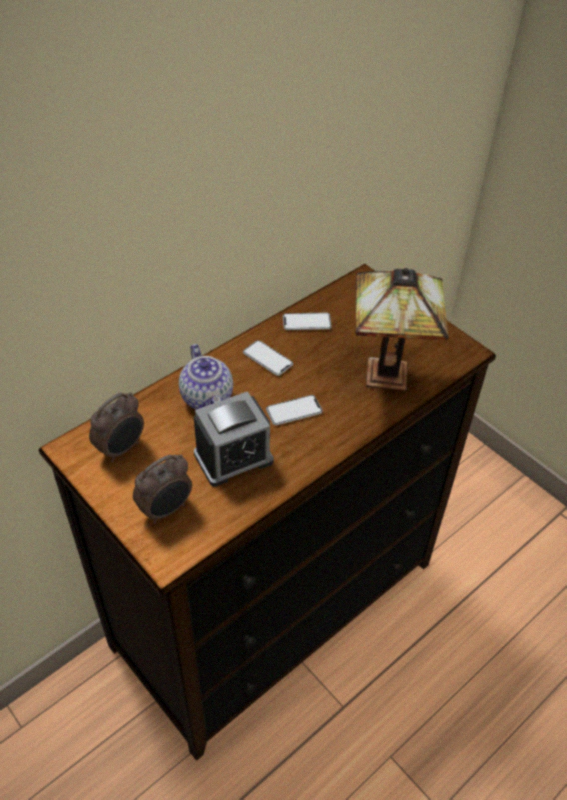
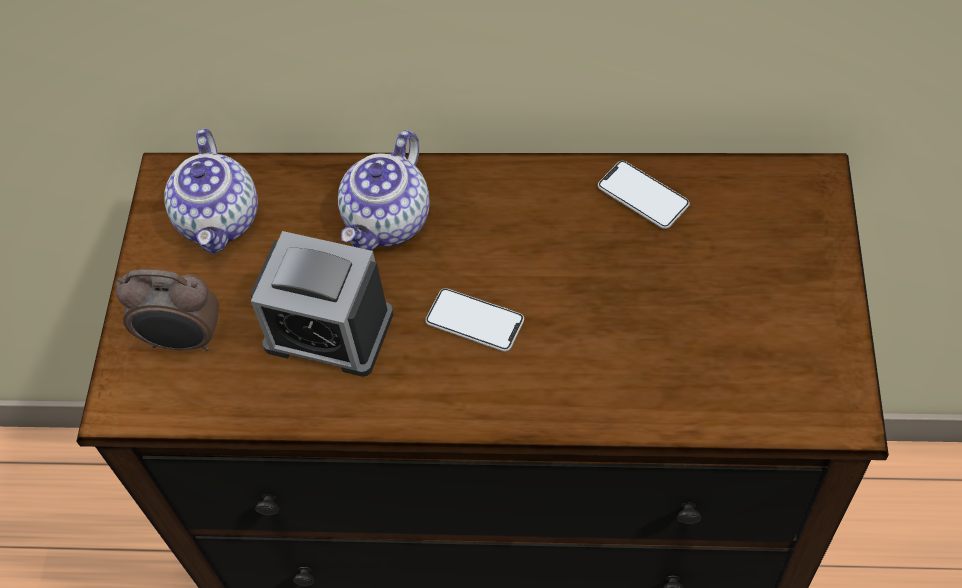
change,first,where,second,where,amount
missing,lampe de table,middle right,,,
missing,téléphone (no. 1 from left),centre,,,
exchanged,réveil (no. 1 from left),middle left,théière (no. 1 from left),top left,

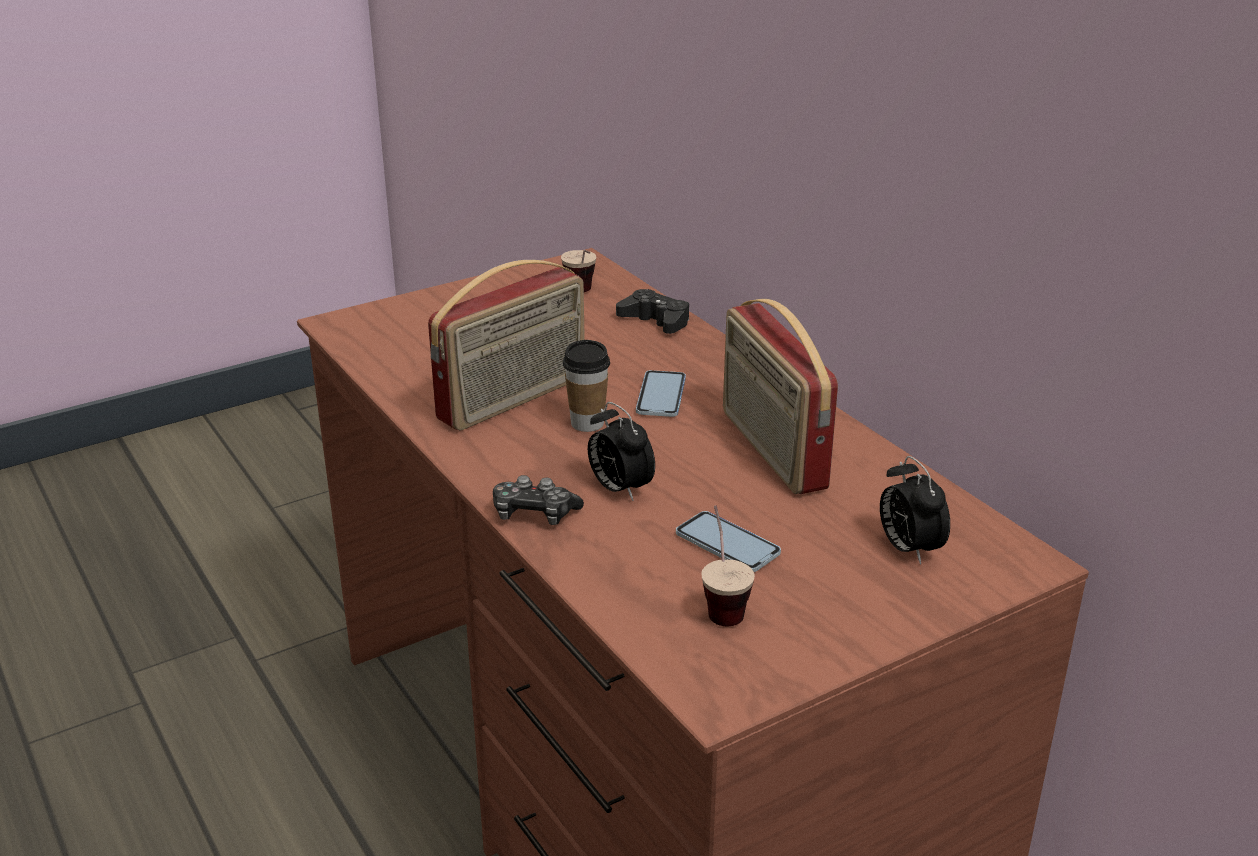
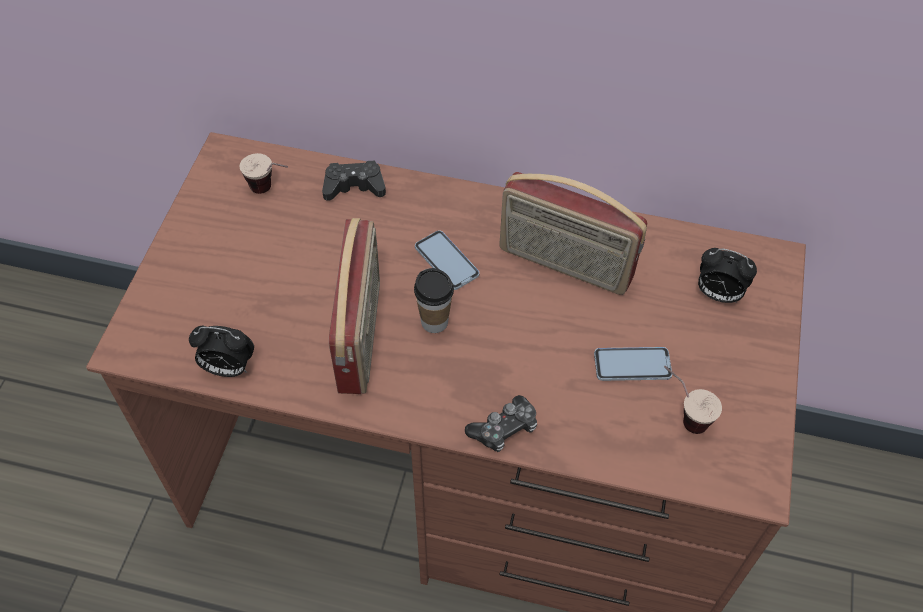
change,first,where,second,where,amount
relocated,réveil (no. 1 from left),centre,,middle left,

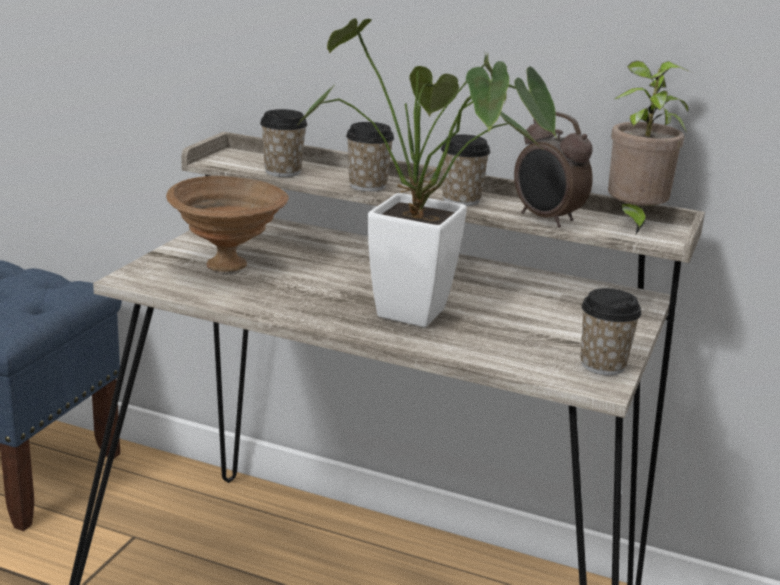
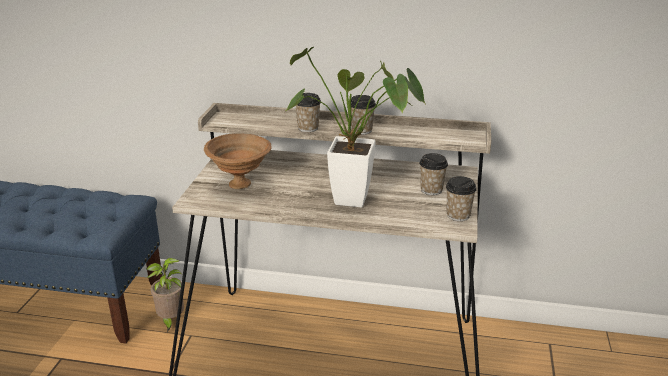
change,first,where,second,where,amount
relocated,plante en pot (no. 2 from left in the first image),top right,plante en pot (no. 1 from left),bottom left,
relocated,tasse (no. 1 from left in the first image),top centre,tasse (no. 3 from left),centre,
missing,réveil,top right,,,

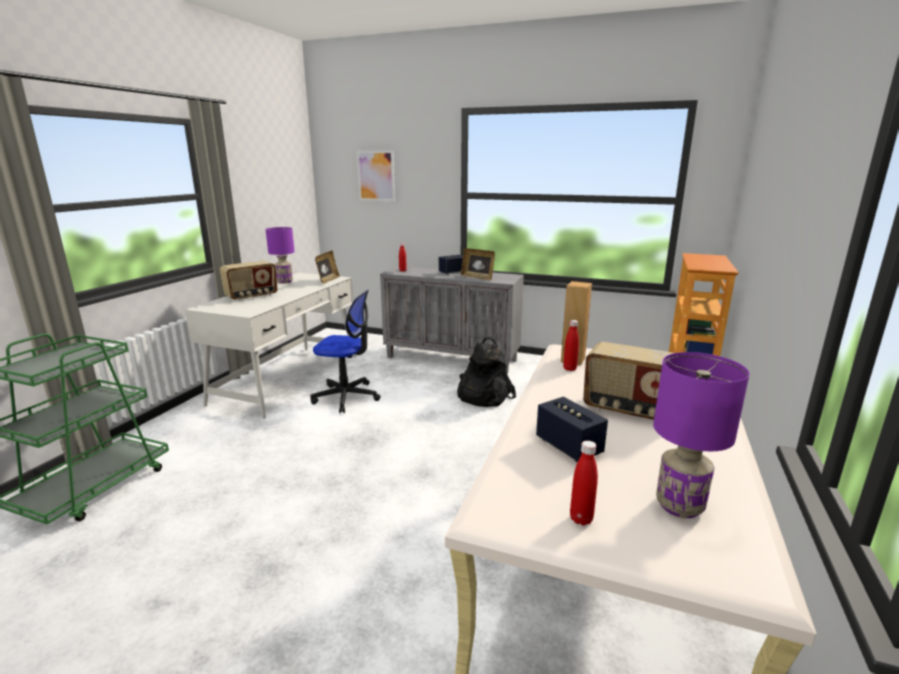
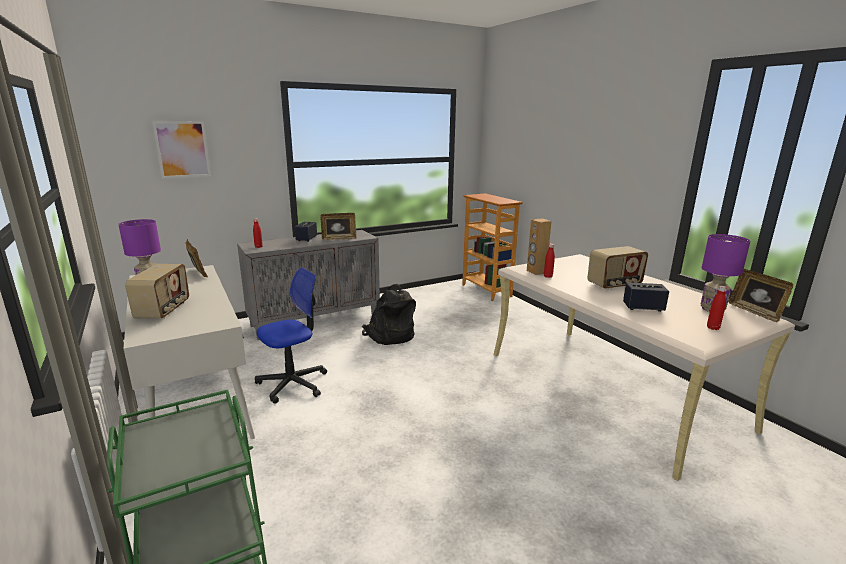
change,first,where,second,where,amount
appeared,,,cadre photo (no. 3 from left),middle right,

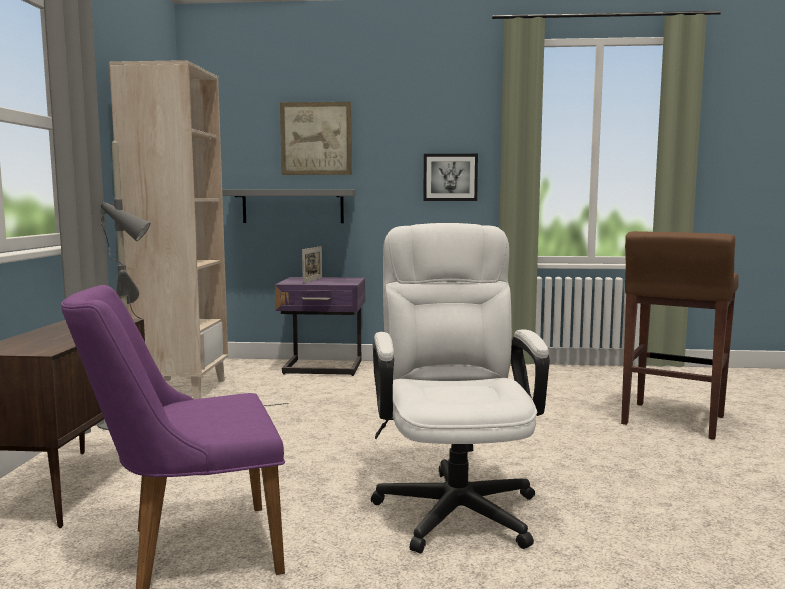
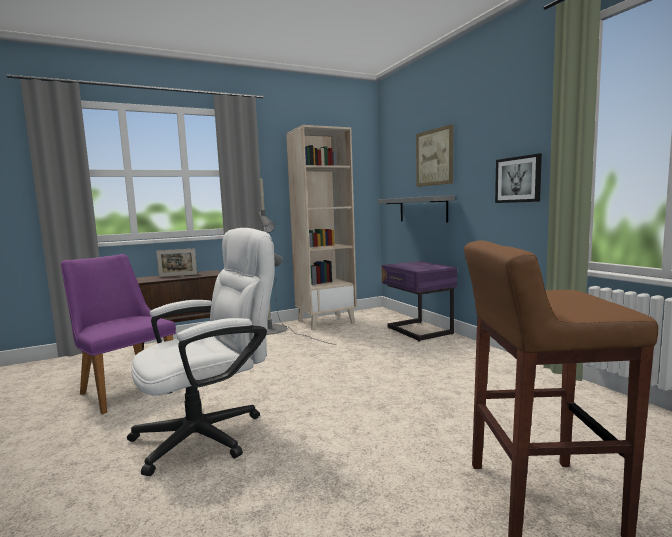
change,first,where,second,where,amount
relocated,cadre photo,centre,,middle left,

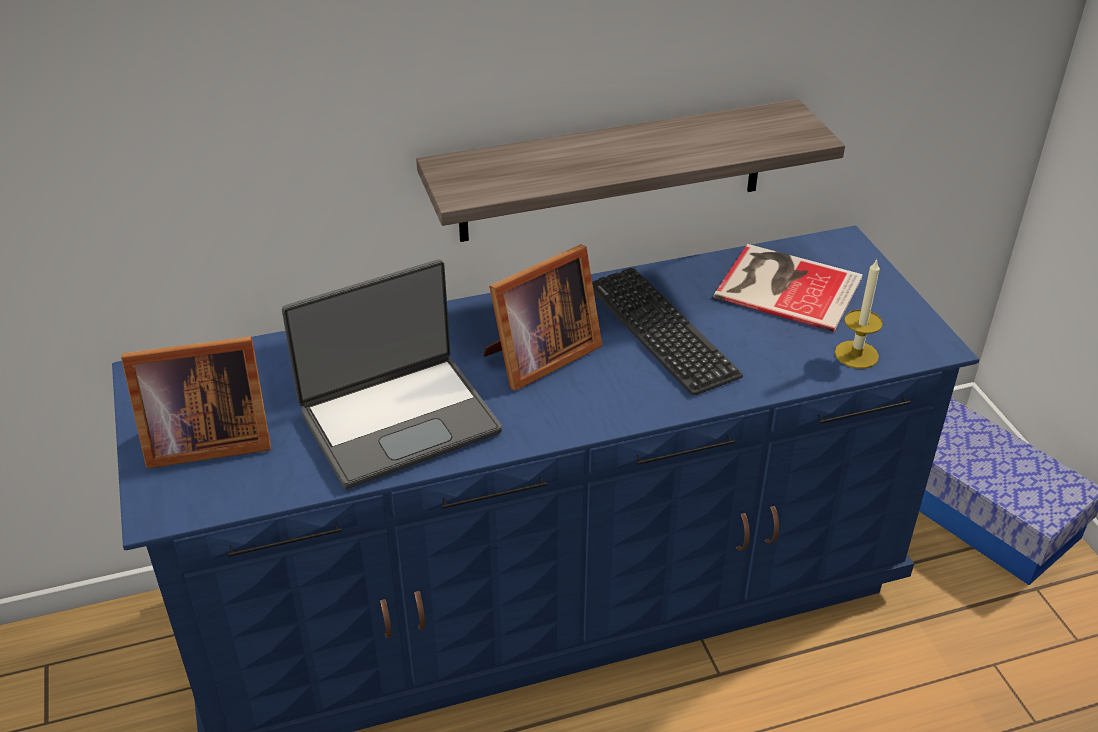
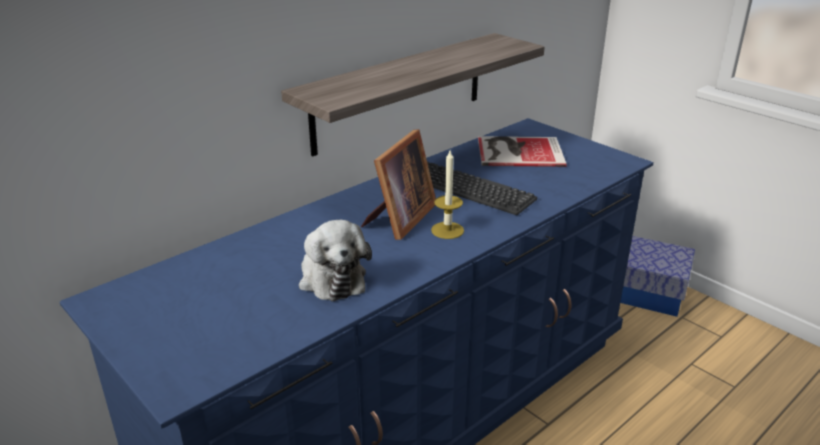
change,first,where,second,where,amount
relocated,bougie,middle right,,centre,
exchanged,ordinateur portable,centre,peluche,centre,
missing,cadre photo (no. 1 from left),middle left,,,

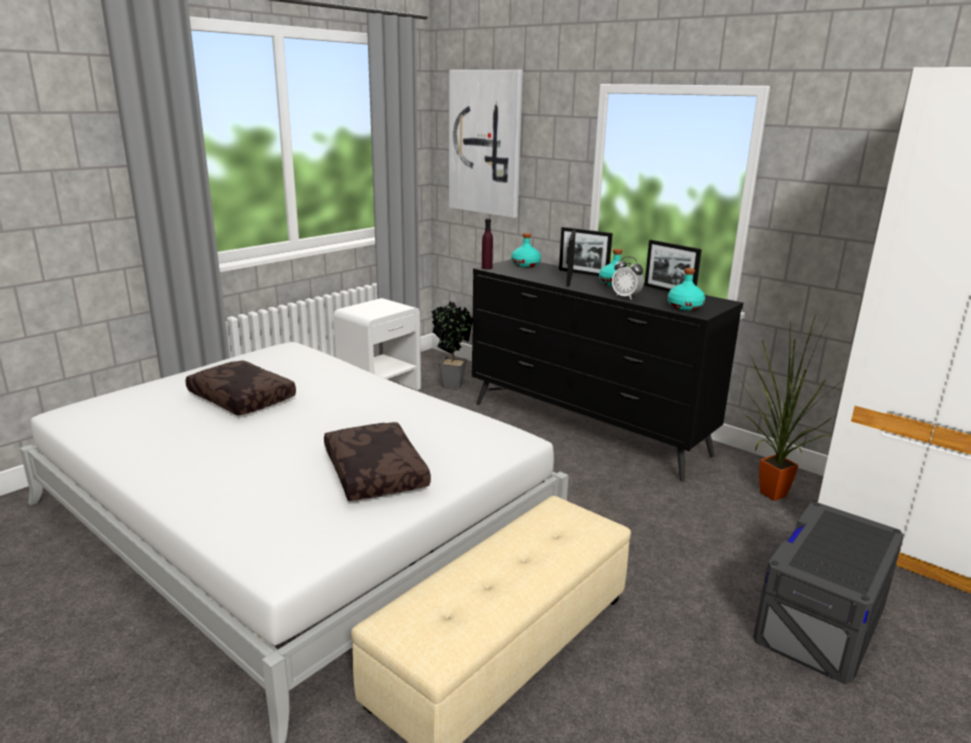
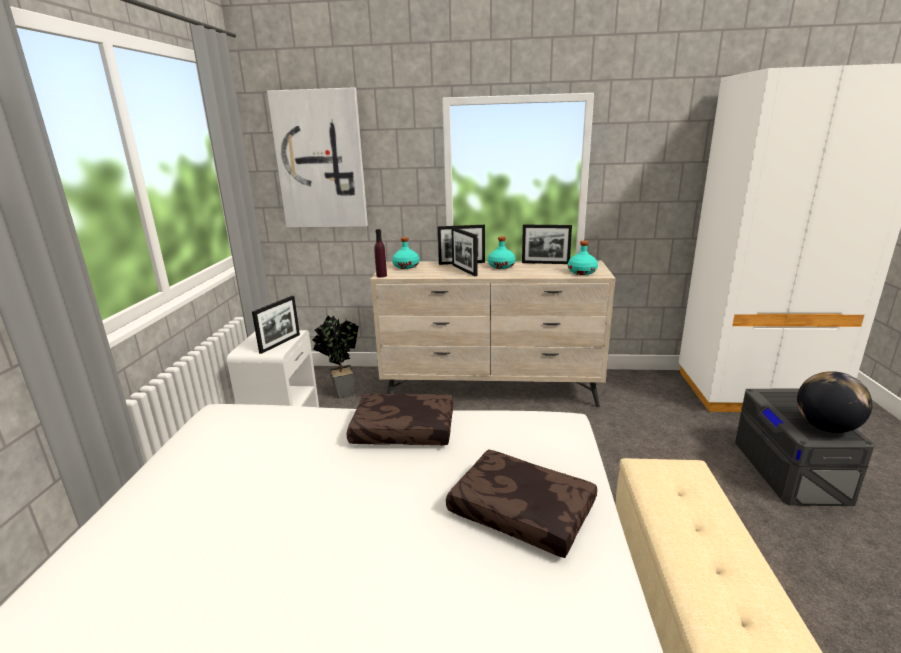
change,first,where,second,where,amount
missing,réveil,centre,,,
colour,commode (noir),centre,commode (beige),centre,
missing,plante en pot (no. 2 from left),middle right,,,
relocated,coussin (marron) (no. 1 from left),middle left,,centre,
appeared,,,cadre photo (no. 1 from left),middle left,
appeared,,,globe,middle right,

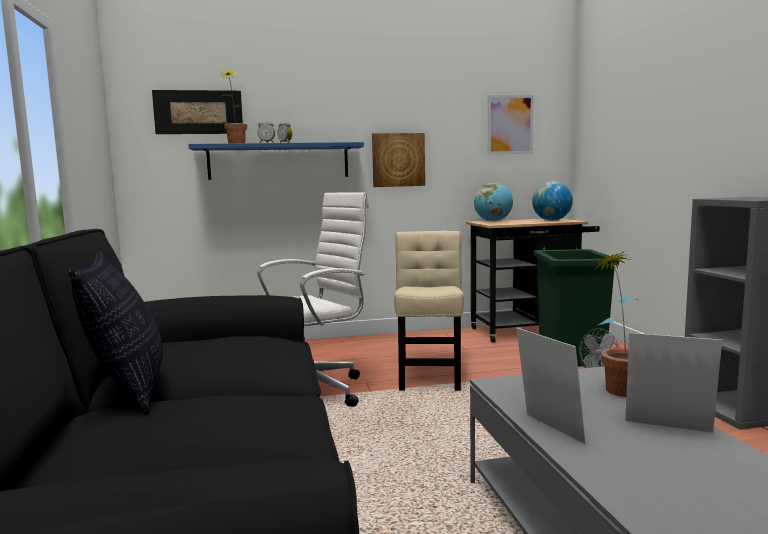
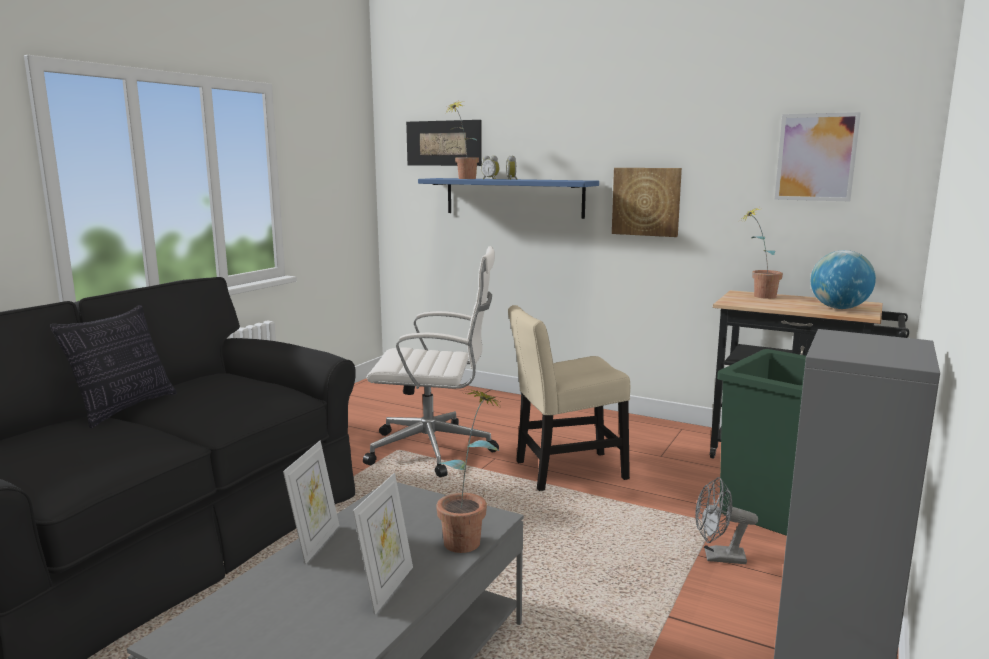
change,first,where,second,where,amount
exchanged,globe (no. 1 from left),centre,plante en pot (no. 3 from left),middle right,
spun,chaise (beige),centre,,centre,150 degrees counterclockwise
spun,cadre photo (no. 2 from left),bottom right,,bottom centre,45 degrees clockwise

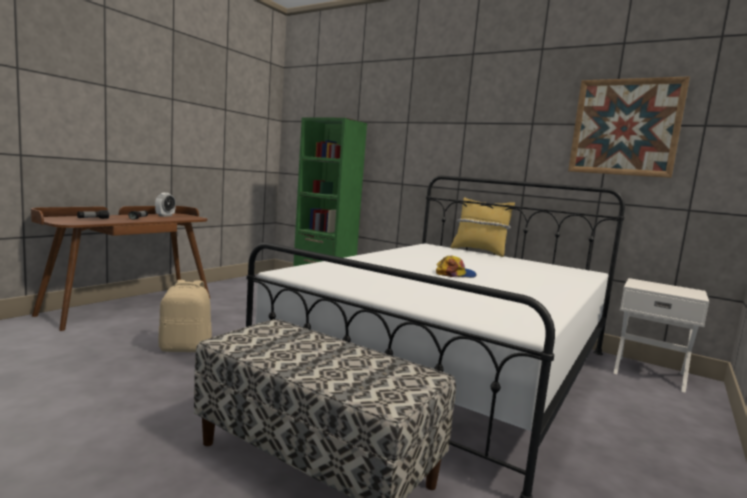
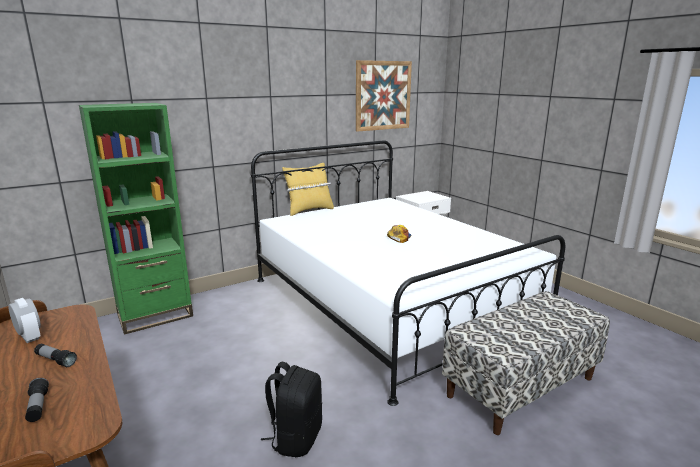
change,first,where,second,where,amount
colour,sac à dos (beige),middle left,sac à dos (noir),bottom centre,

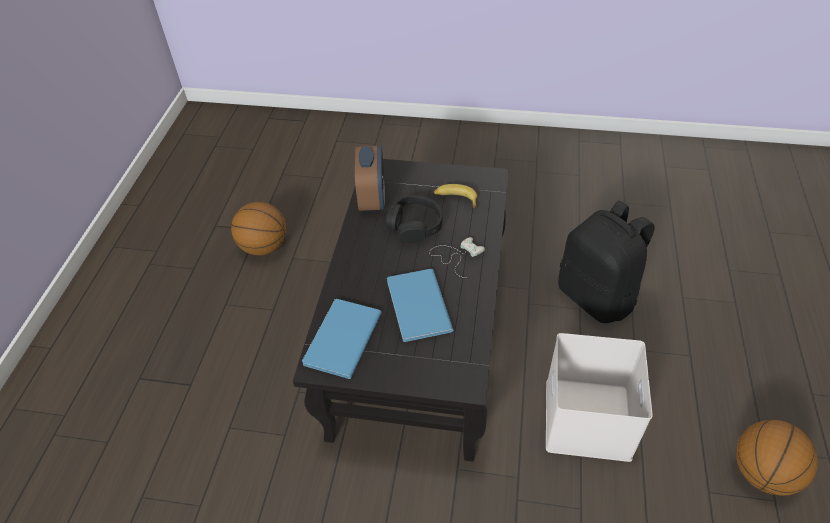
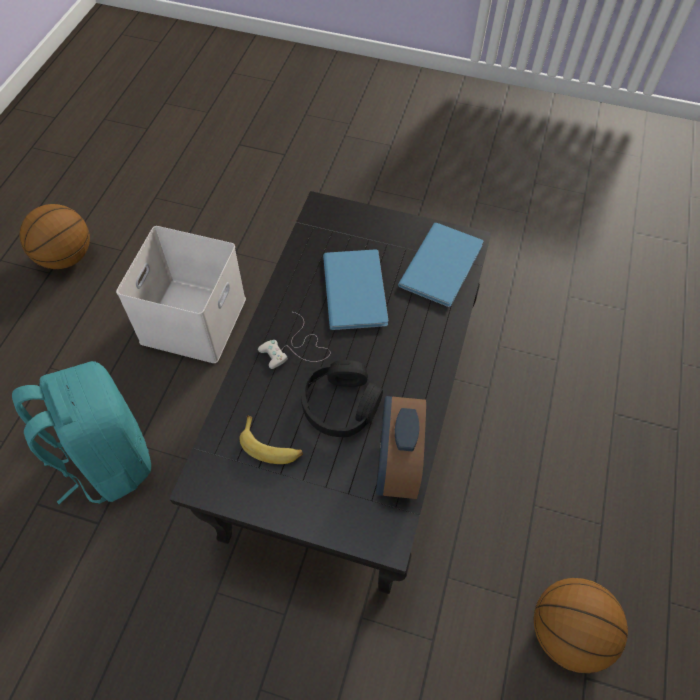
change,first,where,second,where,amount
colour,sac à dos (noir),middle right,sac à dos (turquoise),middle left,

